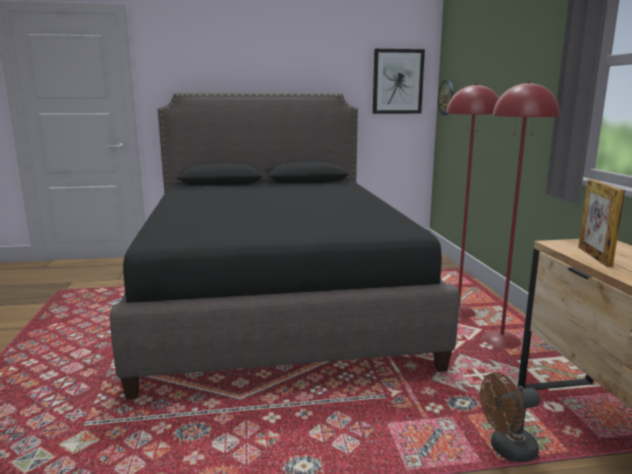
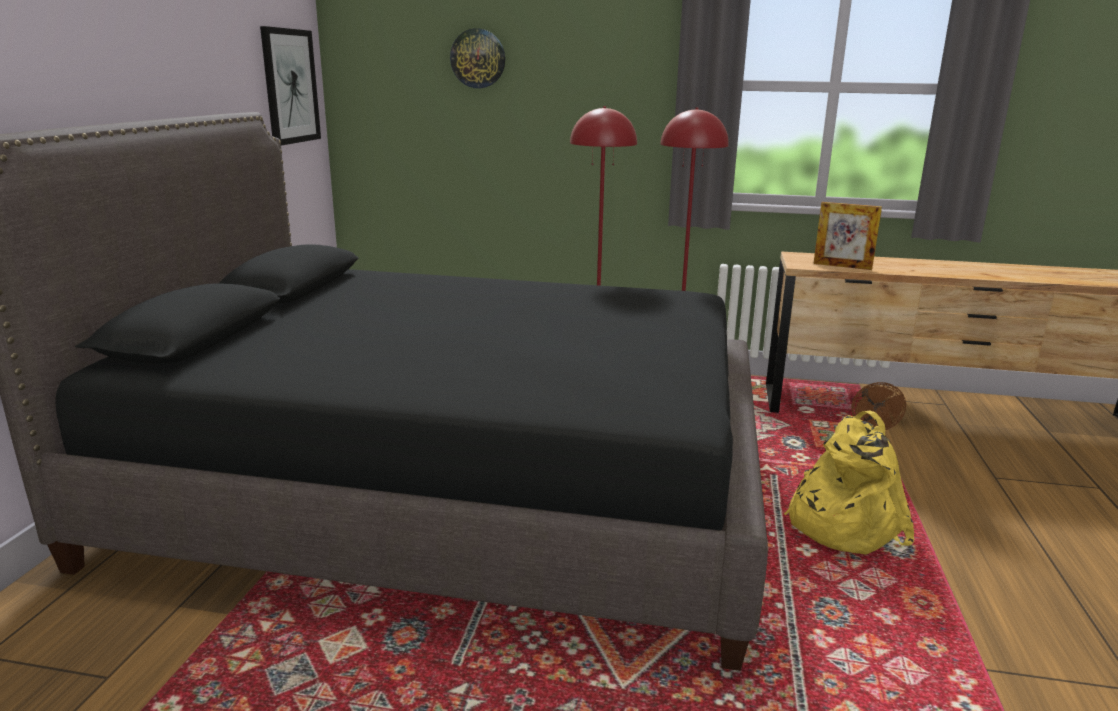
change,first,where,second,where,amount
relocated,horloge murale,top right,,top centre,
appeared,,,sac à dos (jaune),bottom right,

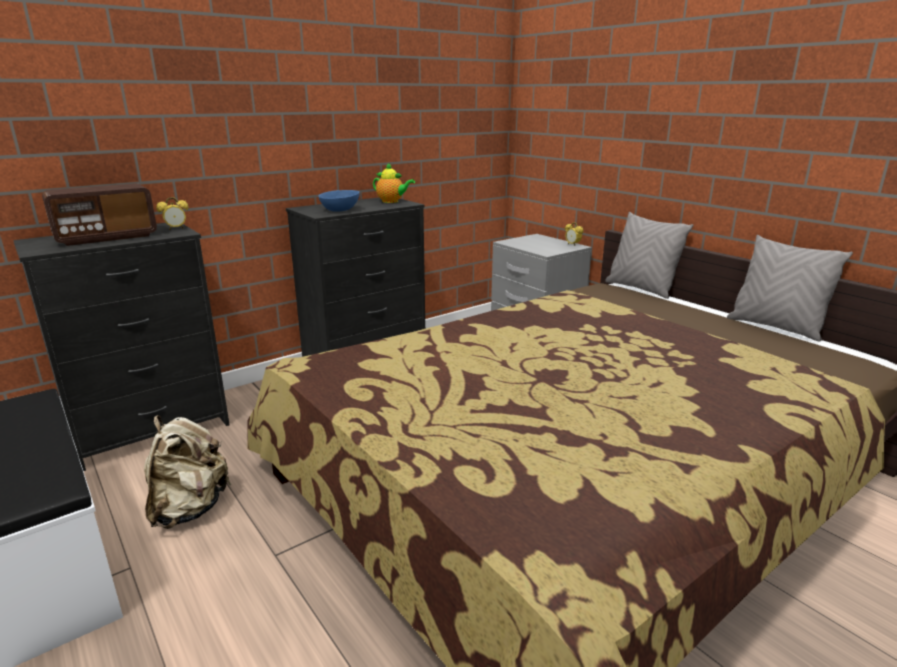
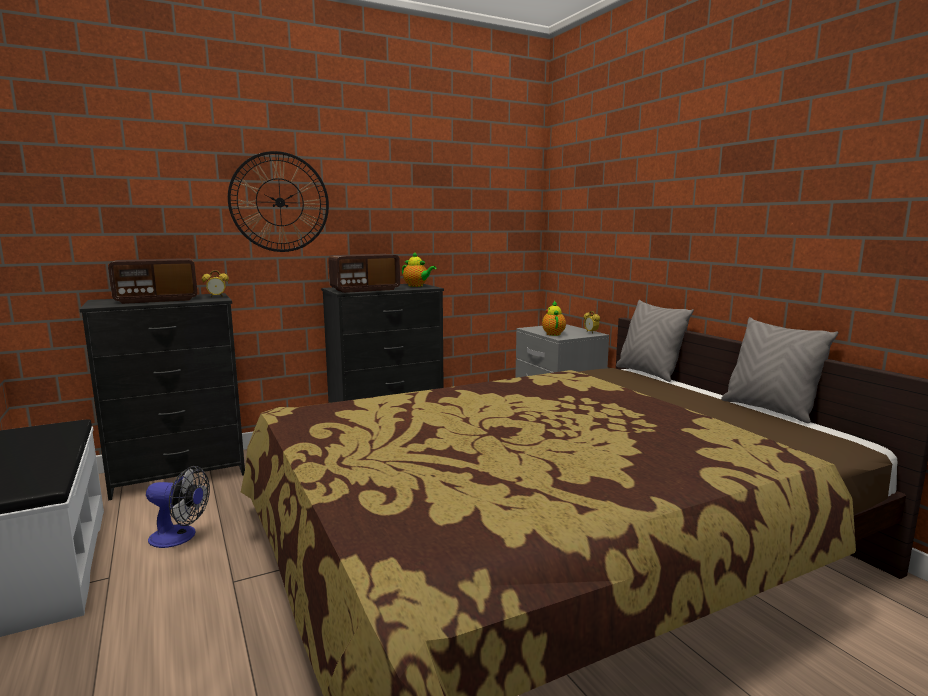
change,first,where,second,where,amount
exchanged,bol (bleu),top centre,radio (no. 2 from left),centre,
exchanged,sac à dos (beige),bottom left,ventilateur,bottom left,
appeared,,,horloge murale,top left,
appeared,,,théière (no. 2 from left),centre,

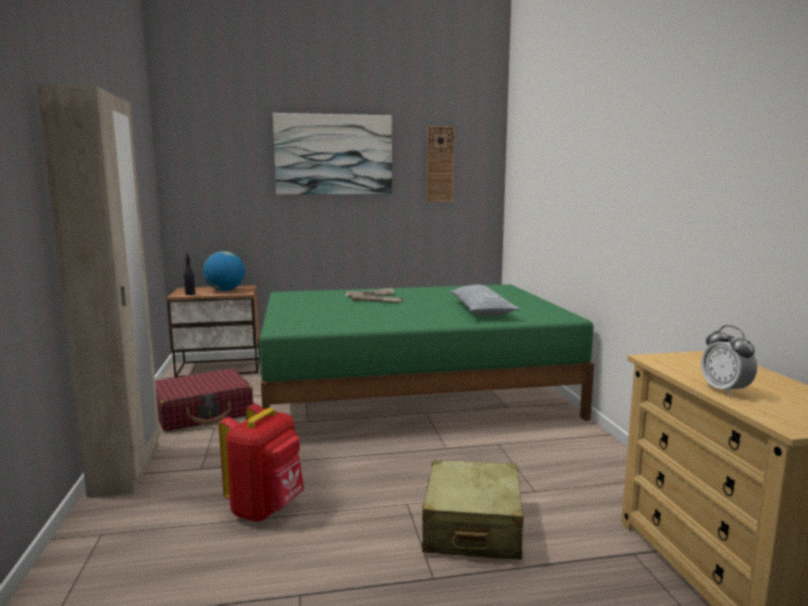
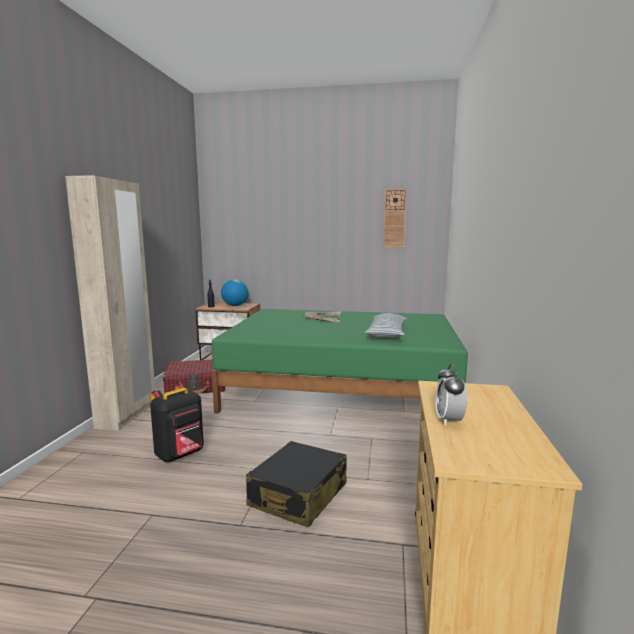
change,first,where,second,where,amount
missing,tableau,top centre,,,
colour,sac à dos (rouge),bottom left,sac à dos (noir),bottom left,
colour,valise (beige),bottom centre,valise (noir),bottom centre,

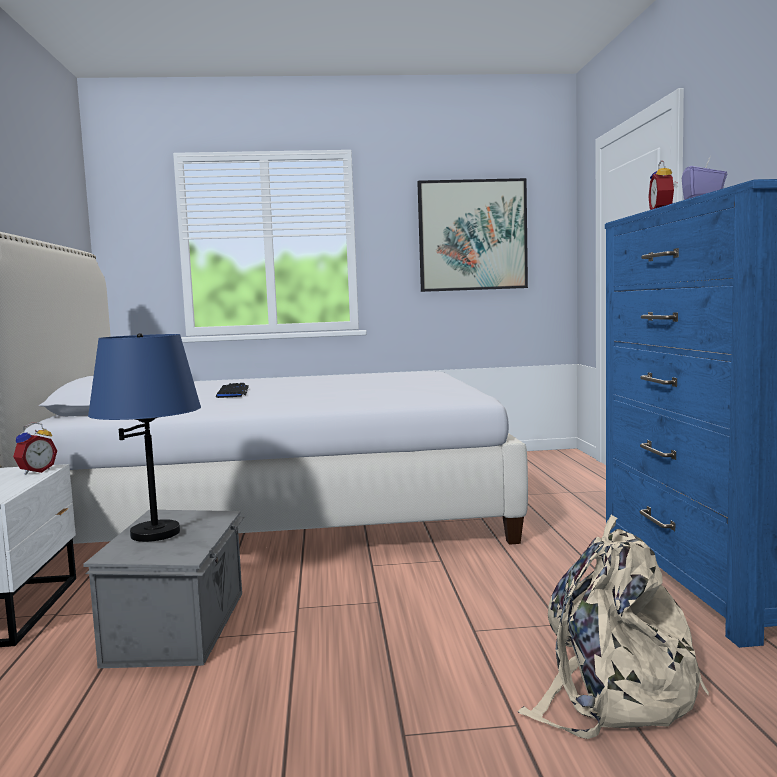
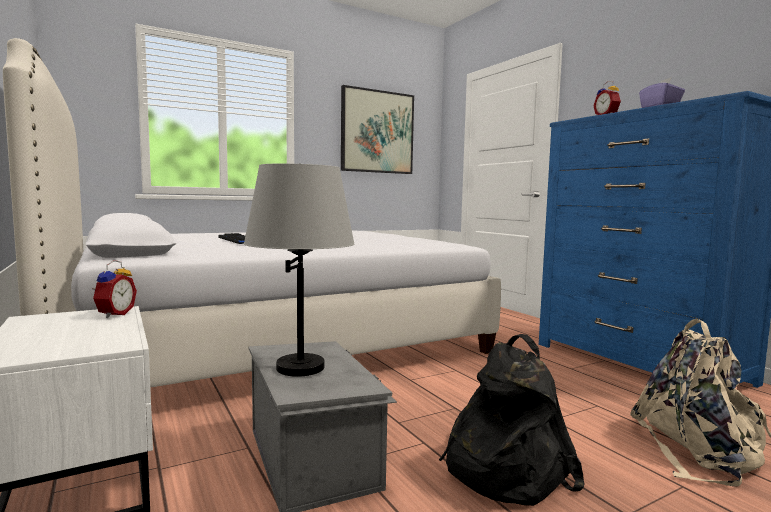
change,first,where,second,where,amount
colour,lampe de table (bleu),middle left,lampe de table (gris),centre,
appeared,,,sac à dos (noir),bottom centre,

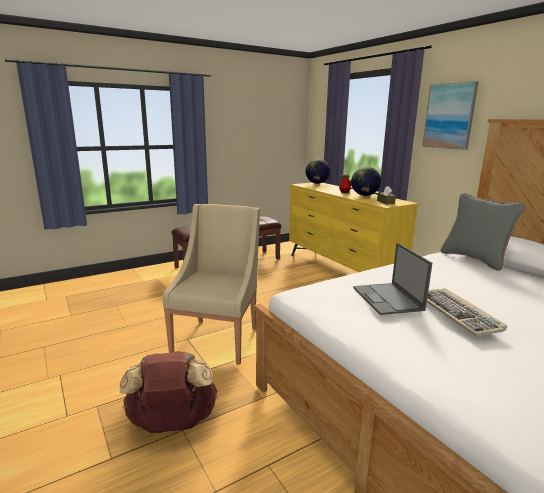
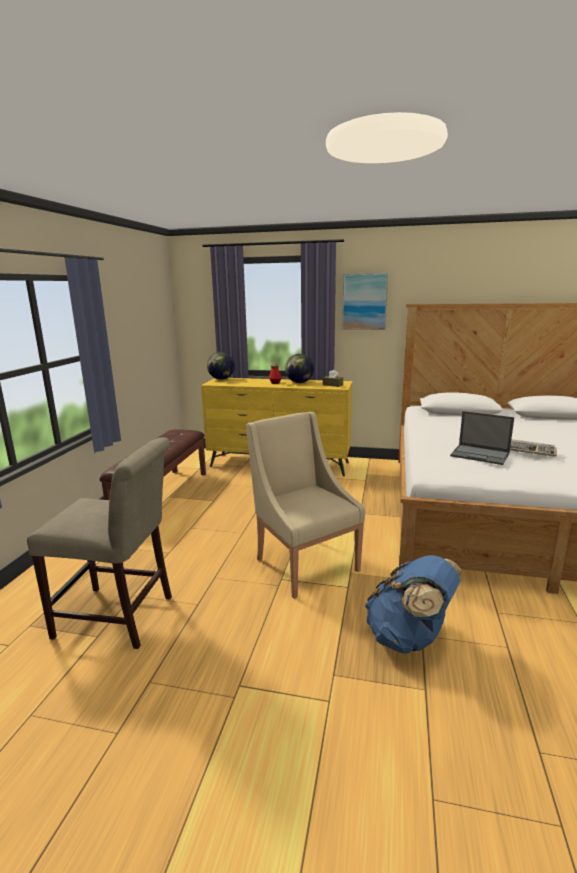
change,first,where,second,where,amount
missing,coussin (gris),middle right,,,
colour,sac à dos (marron),bottom left,sac à dos (bleu),bottom right,
appeared,,,chaise (beige),middle left,

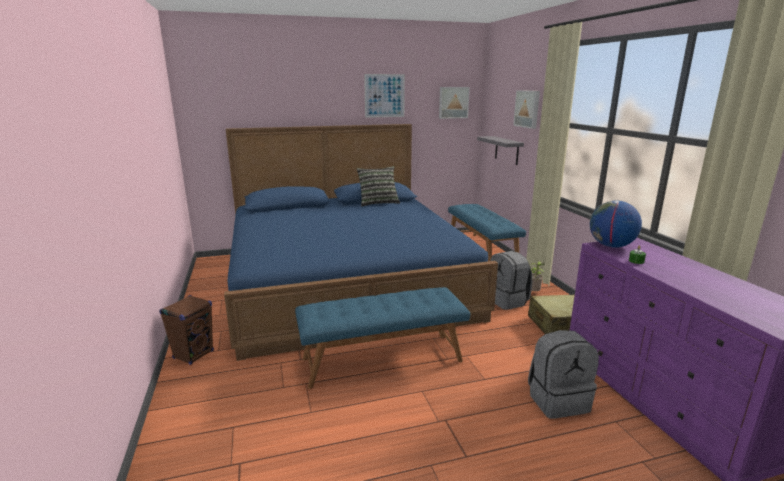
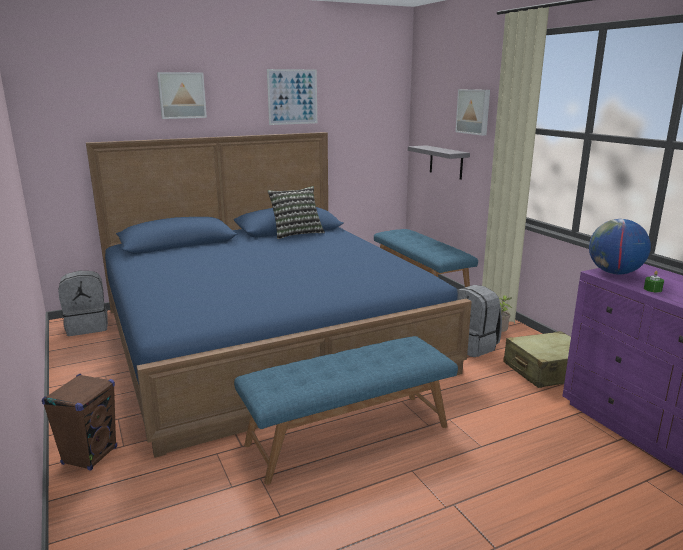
change,first,where,second,where,amount
relocated,tableau (no. 2 from left in the first image),top centre,tableau (no. 1 from left),top left,
relocated,sac à dos (gris) (no. 2 from left in the first image),bottom right,sac à dos (gris) (no. 1 from left),middle left,

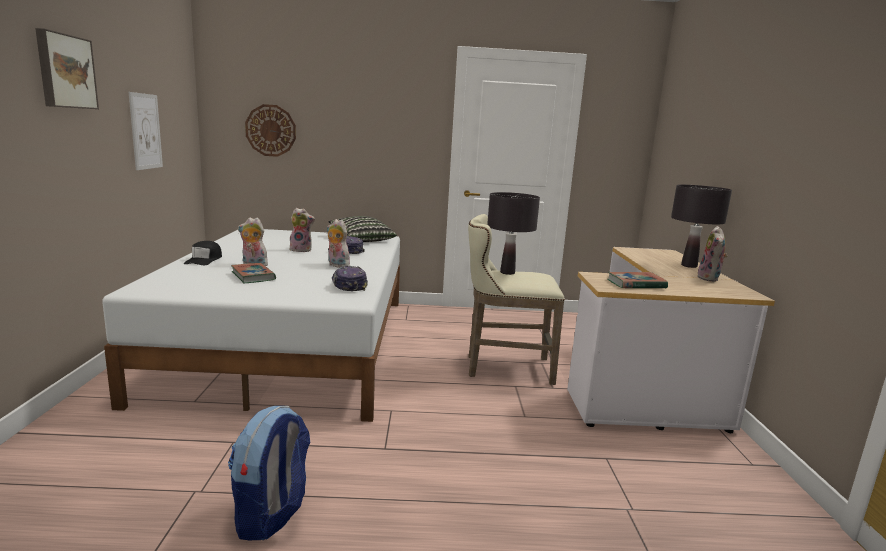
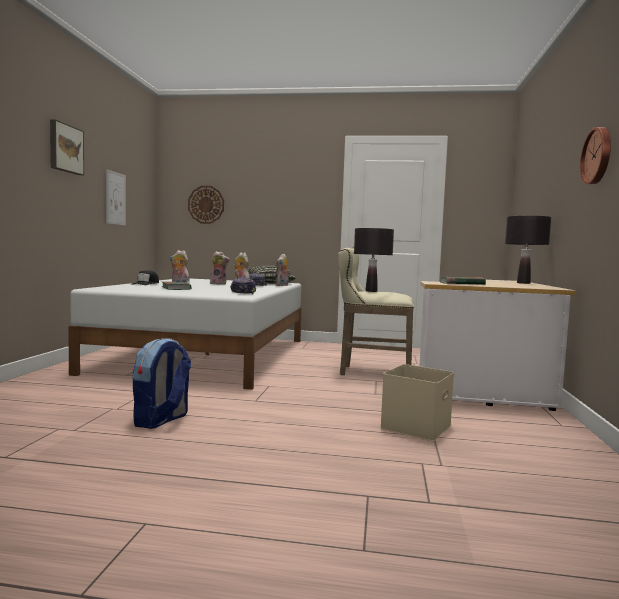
change,first,where,second,where,amount
relocated,peluche (no. 4 from left),middle right,,centre,
appeared,,,horloge murale (no. 2 from left),top right,
appeared,,,boîte de rangement (beige),bottom right,

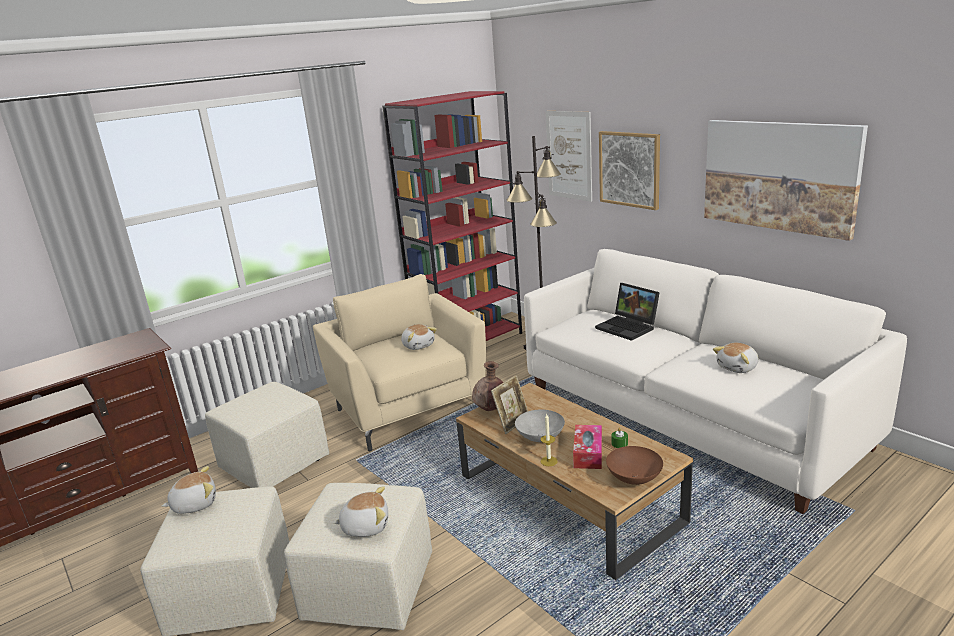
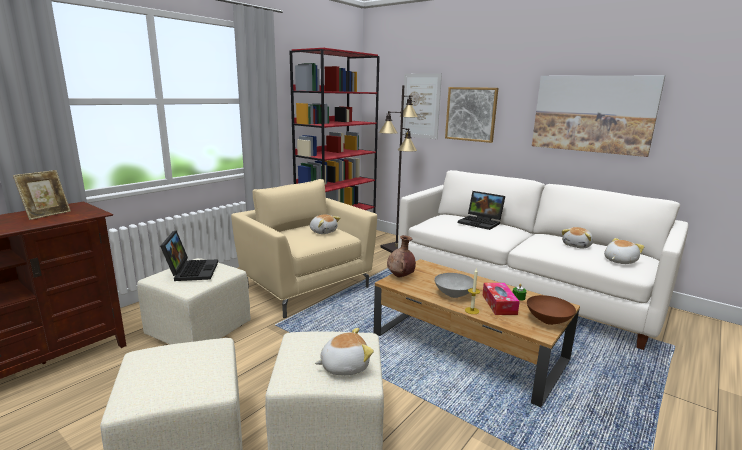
change,first,where,second,where,amount
relocated,cadre photo,centre,,middle left,
relocated,peluche (no. 1 from left in the first image),bottom left,peluche (no. 4 from left),middle right,
appeared,,,ordinateur portable (no. 1 from left),middle left,

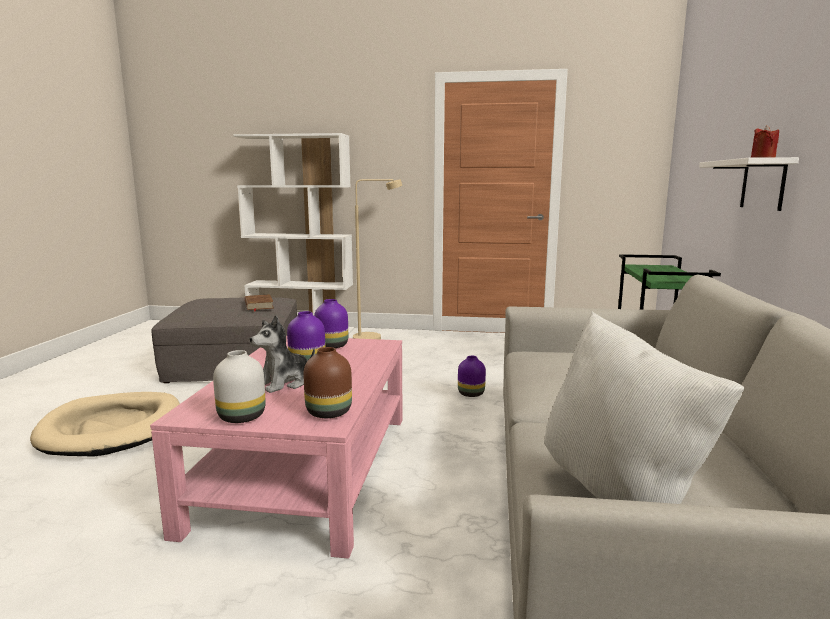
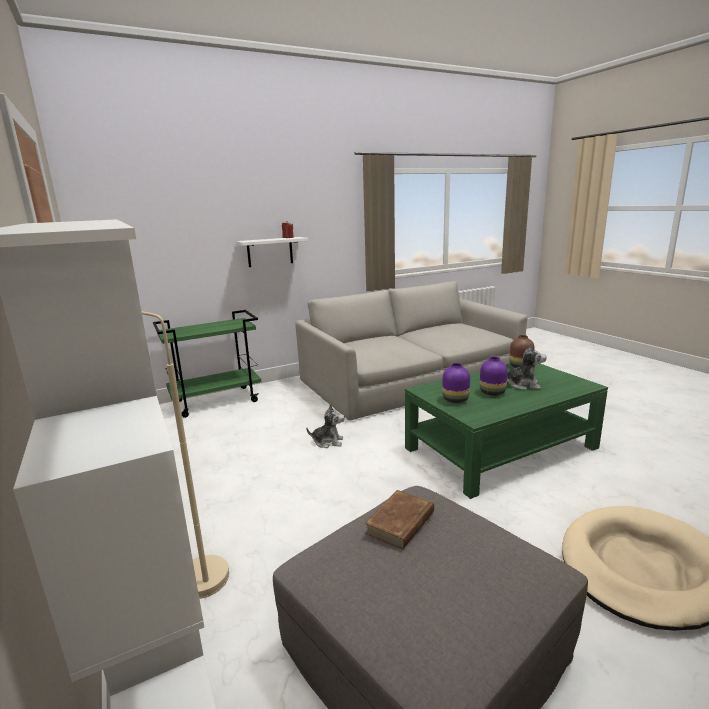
change,first,where,second,where,amount
missing,coussin (blanc),middle right,,,
colour,table basse (rose),bottom left,table basse (vert),middle right,
missing,vase (blanc),middle left,,,
exchanged,vase (violet) (no. 3 from left),centre,peluche (no. 1 from left),centre,

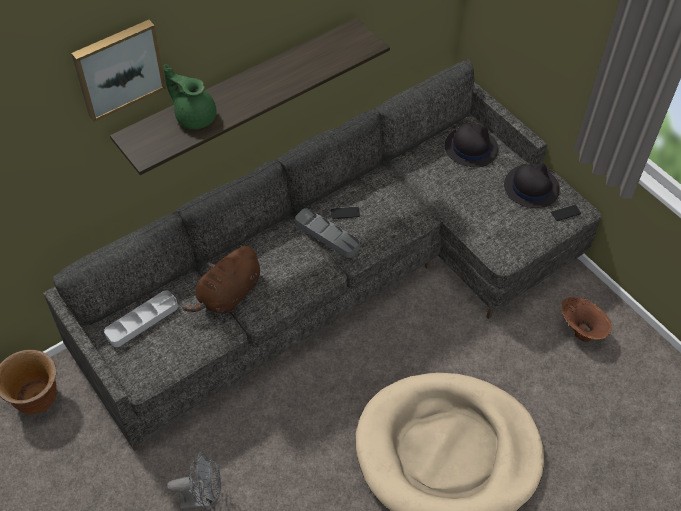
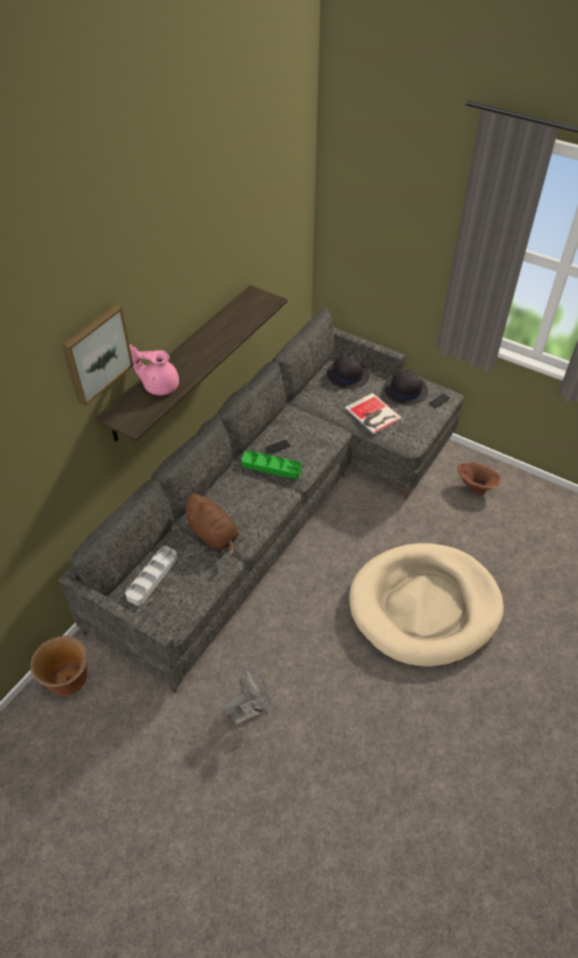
change,first,where,second,where,amount
colour,théière (vert),top left,théière (rose),middle left,
colour,plateau (gris) (no. 2 from left),centre,plateau (vert),centre,
spun,peluche (marron),middle left,,centre,60 degrees counterclockwise
appeared,,,livre,centre,

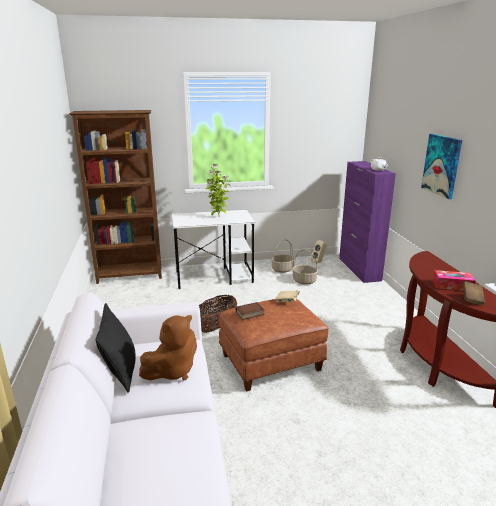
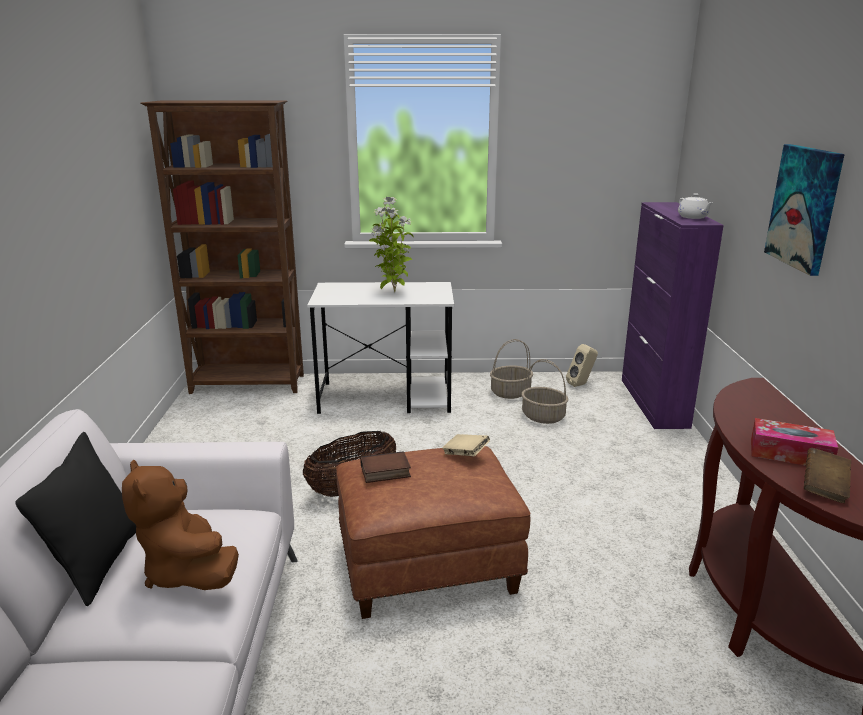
change,first,where,second,where,amount
spun,peluche (marron),bottom centre,,bottom left,90 degrees clockwise

